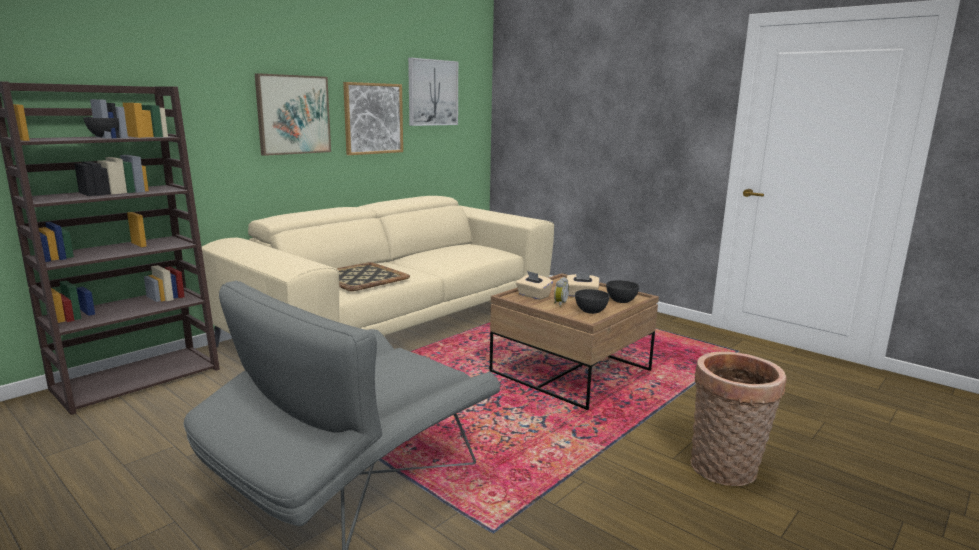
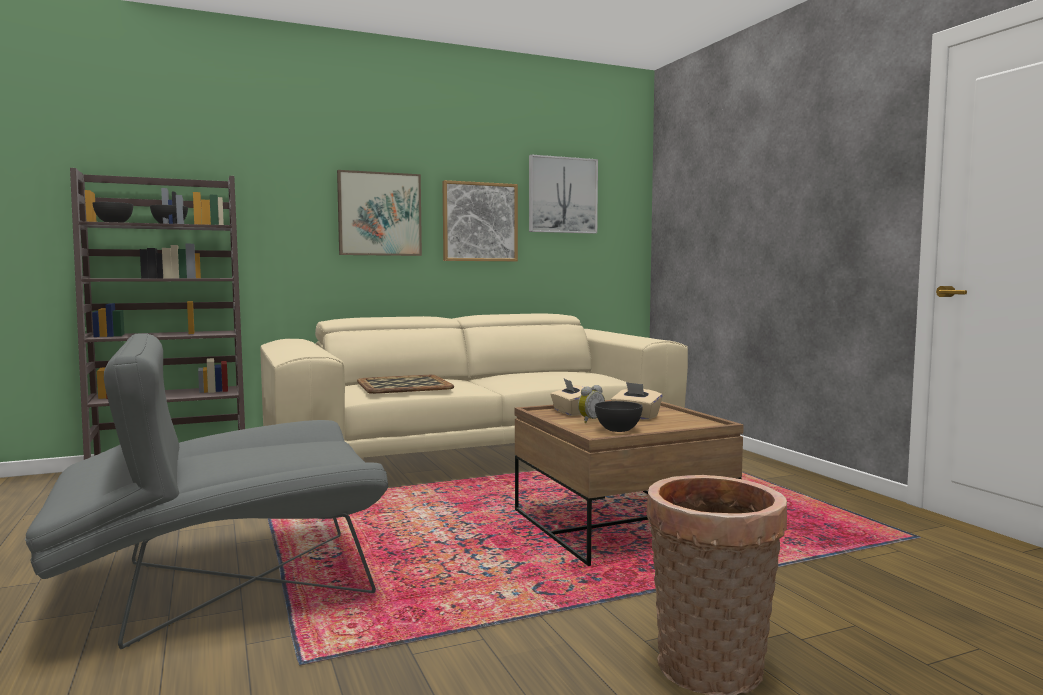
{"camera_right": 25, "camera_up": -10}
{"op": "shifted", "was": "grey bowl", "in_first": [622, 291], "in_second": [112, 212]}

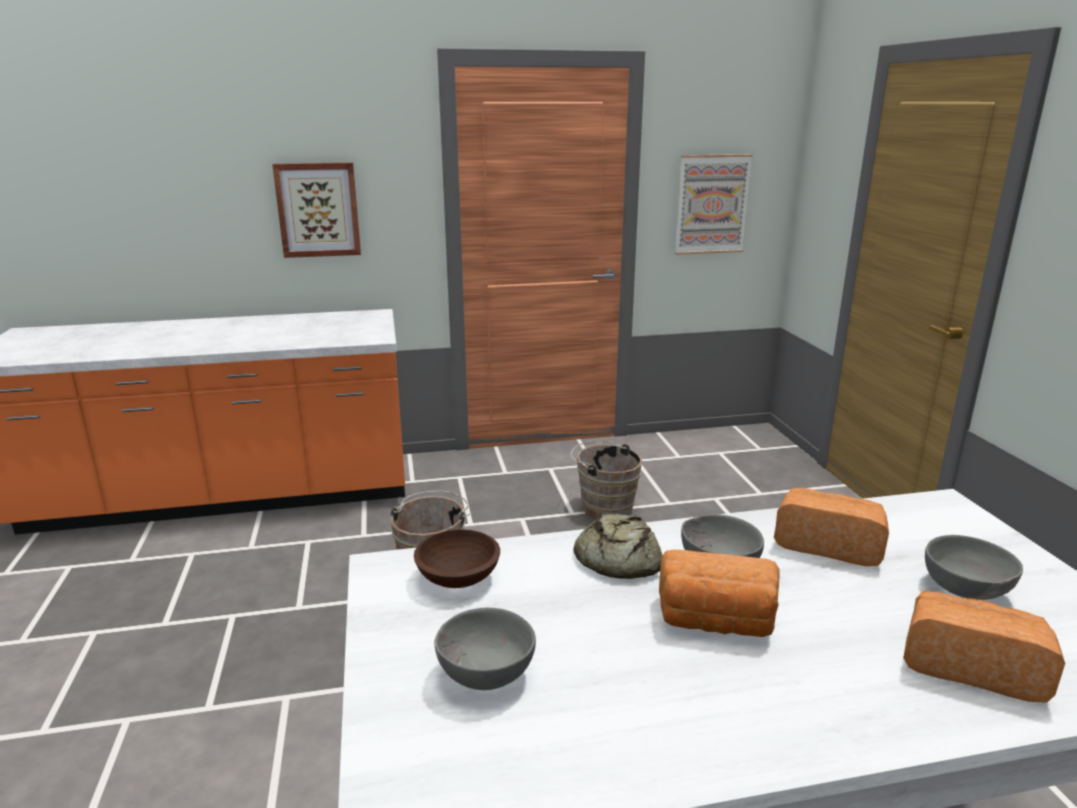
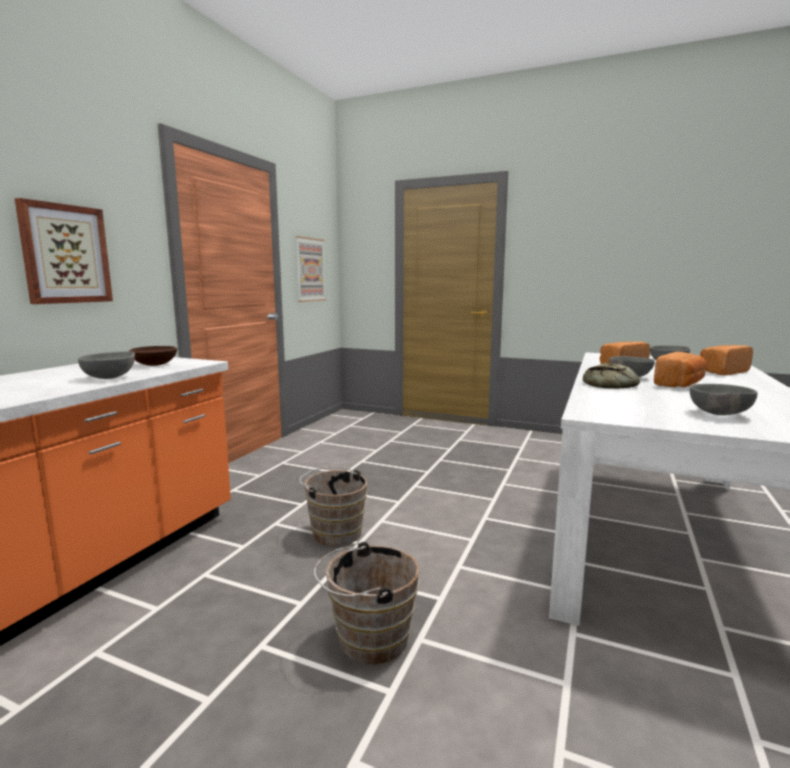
{"camera_right": -55, "camera_up": -10}
{"op": "shifted", "was": "brown bucket", "in_first": [606, 480], "in_second": [367, 603]}
{"op": "shifted", "was": "brown bowl", "in_first": [457, 558], "in_second": [153, 356]}
{"op": "new", "now": "grey bowl", "in_second": [106, 365]}

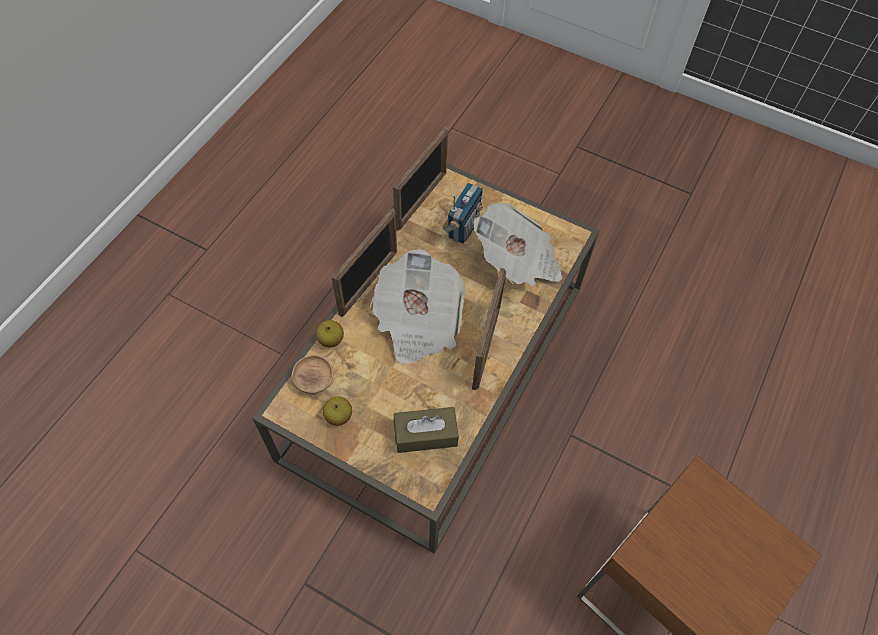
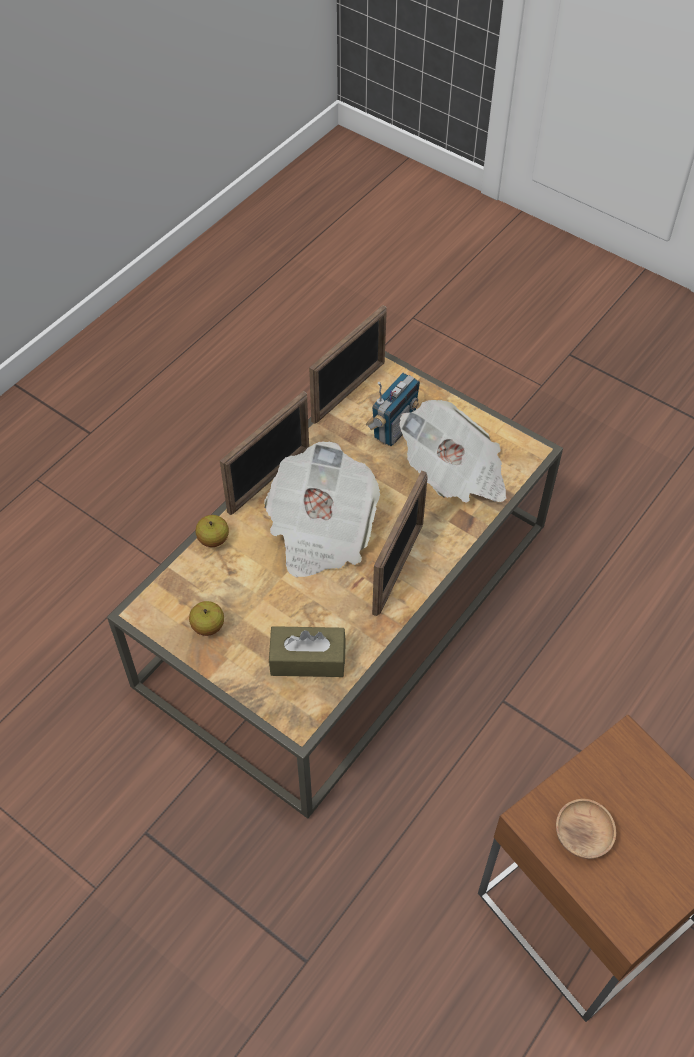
{"camera_right": 10, "camera_up": -5}
{"op": "shifted", "was": "brown bowl", "in_first": [313, 374], "in_second": [586, 829]}

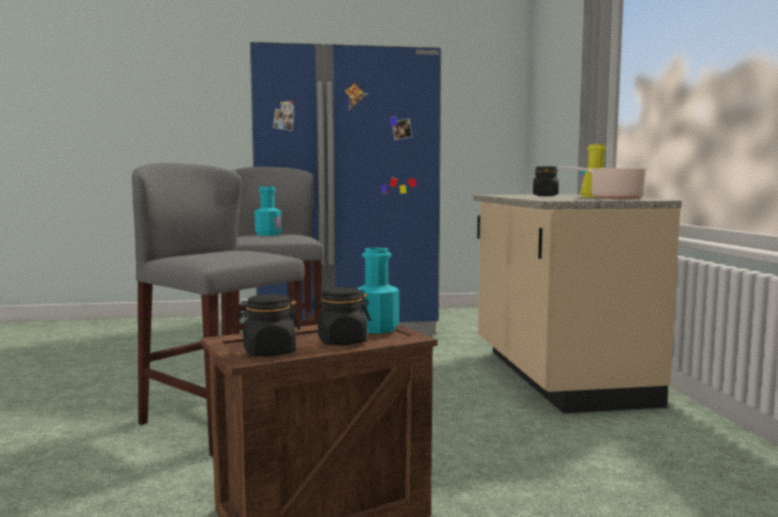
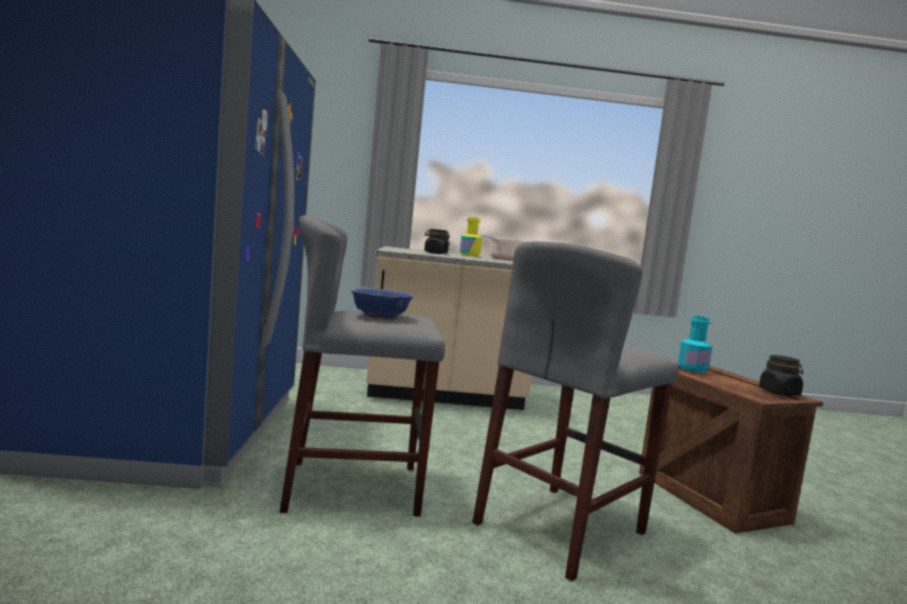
{"camera_right": -85, "camera_up": 0}
{"op": "swapped", "was": "turquoise bottle", "now": "blue bowl", "in_first": [268, 211], "in_second": [382, 303]}
{"op": "gone", "was": "black jar", "in_first": [341, 316]}

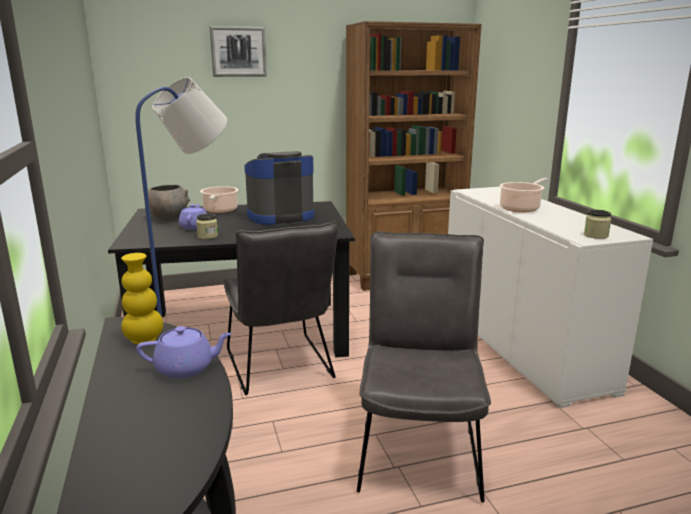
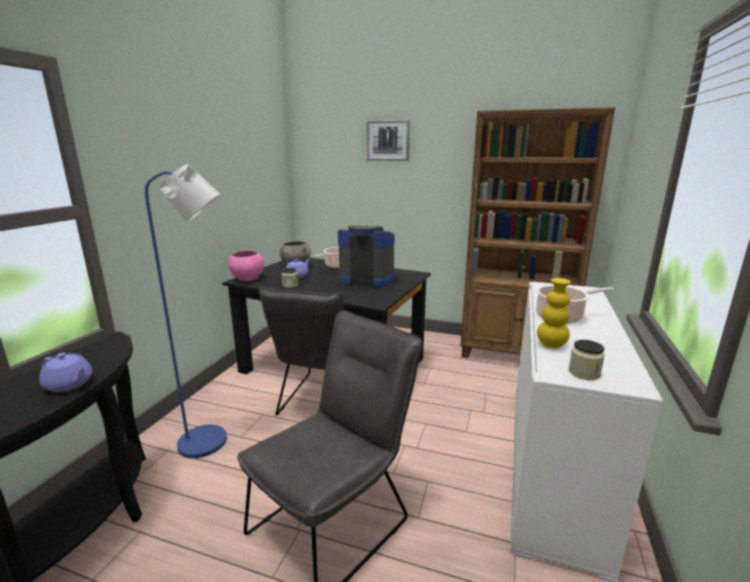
{"camera_right": 35, "camera_up": 0}
{"op": "shifted", "was": "yellow vase", "in_first": [142, 298], "in_second": [554, 313]}
{"op": "new", "now": "pink bowl", "in_second": [246, 265]}

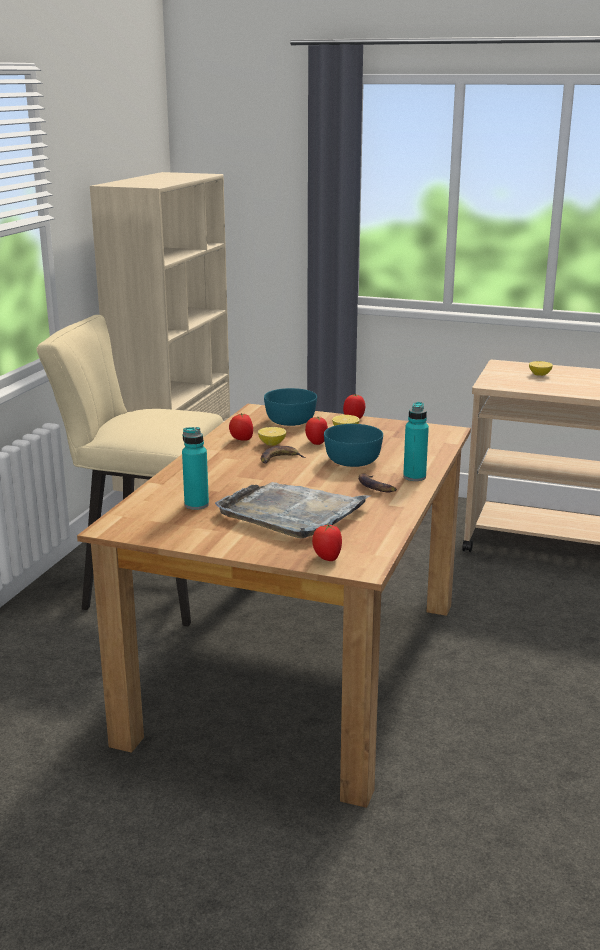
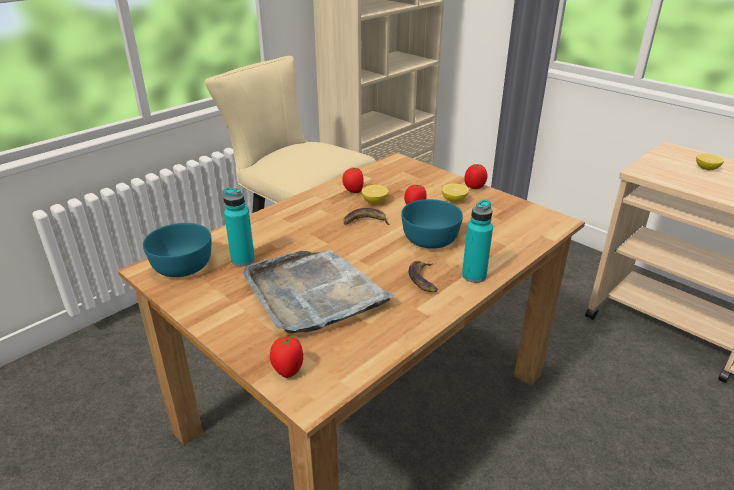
{"camera_right": 25, "camera_up": 10}
{"op": "shifted", "was": "turquoise bowl", "in_first": [290, 407], "in_second": [177, 250]}

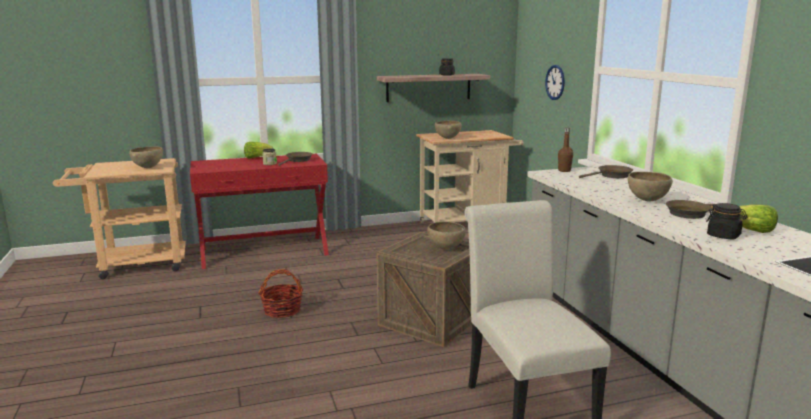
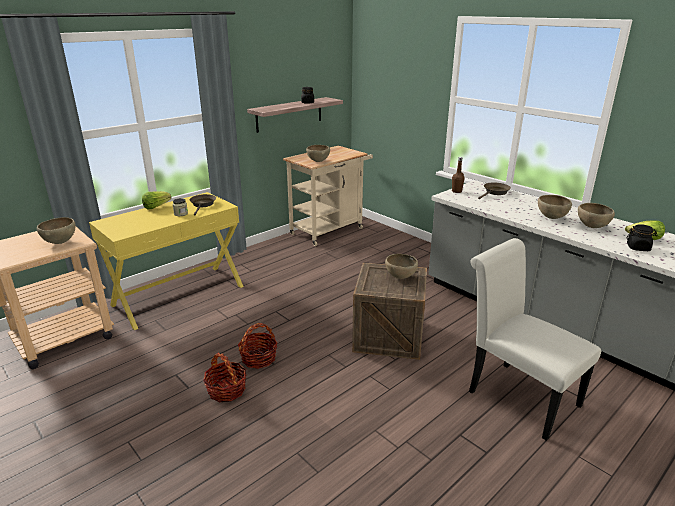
{"camera_right": -25, "camera_up": 10}
{"op": "gone", "was": "wall clock", "in_first": [555, 82]}
{"op": "repainted", "was": "red console table", "now": "yellow console table", "in_first": [259, 211], "in_second": [166, 261]}
{"op": "swapped", "was": "brown frying pan", "now": "brown bowl", "in_first": [690, 209], "in_second": [596, 215]}
{"op": "new", "now": "basket", "in_second": [224, 377]}

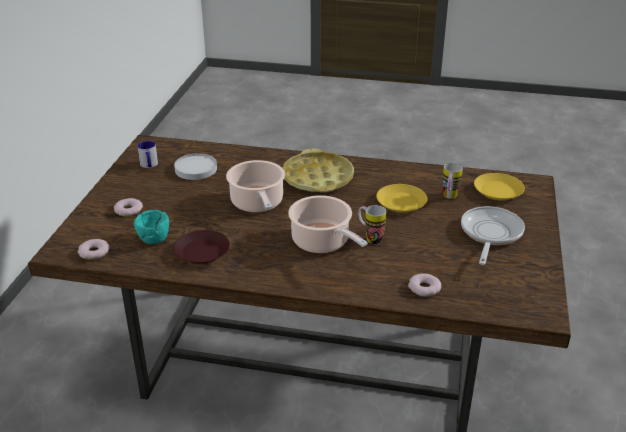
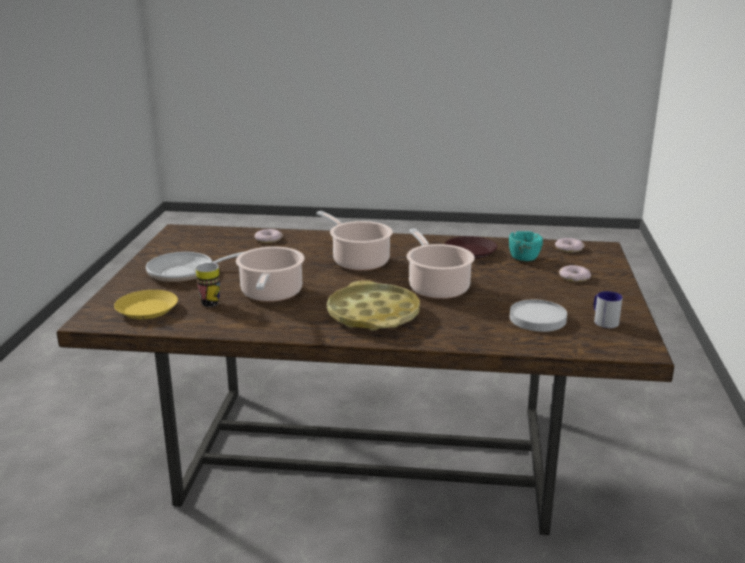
{"camera_right": 175, "camera_up": -10}
{"op": "swapped", "was": "yellow plate", "now": "cooking pot", "in_first": [402, 198], "in_second": [270, 274]}
{"op": "gone", "was": "mug", "in_first": [372, 224]}
{"op": "rotated", "was": "frying pan", "in_first": [493, 235], "in_second": [196, 267], "clockwise": 60}

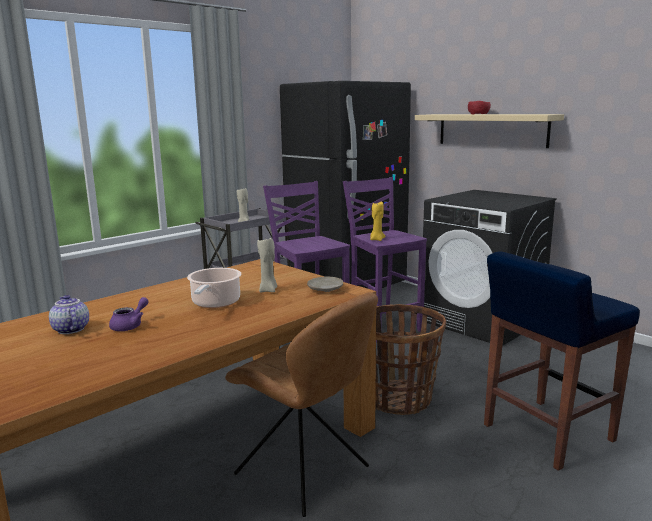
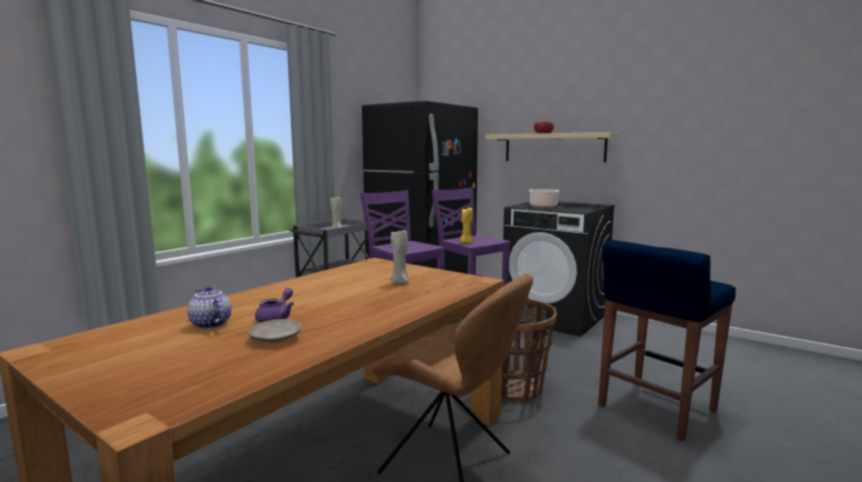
{"camera_right": -10, "camera_up": -5}
{"op": "shifted", "was": "cooking pot", "in_first": [214, 288], "in_second": [544, 198]}
{"op": "shifted", "was": "beige plate", "in_first": [325, 284], "in_second": [274, 331]}

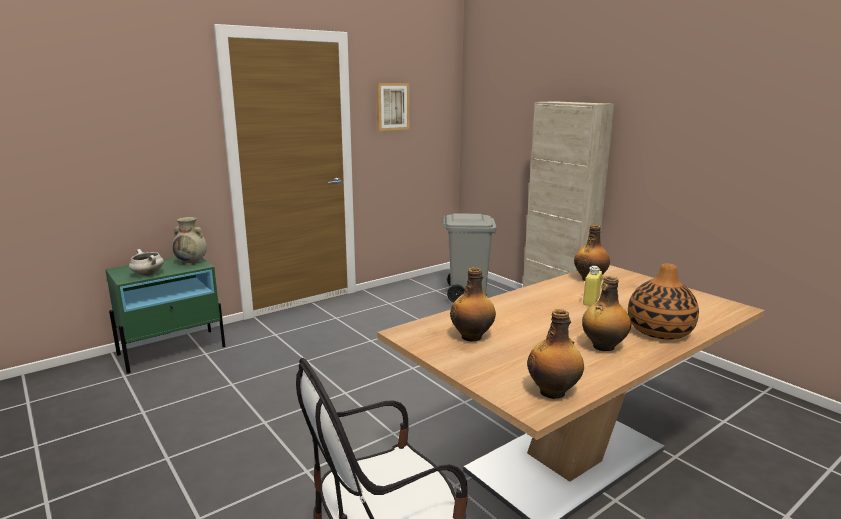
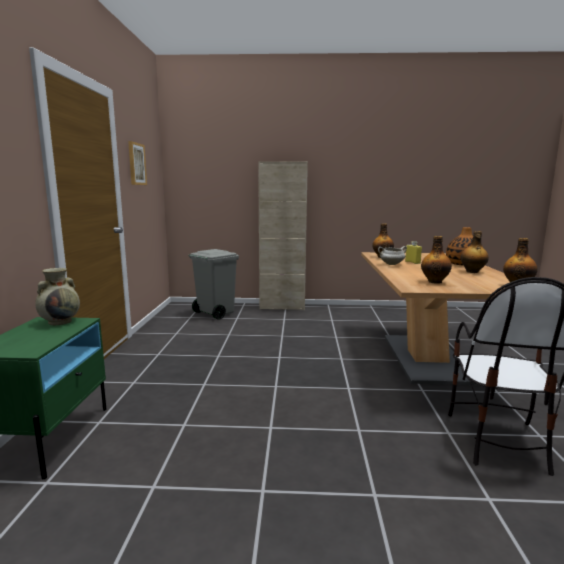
{"camera_right": -50, "camera_up": -5}
{"op": "shifted", "was": "white cooking pot", "in_first": [146, 262], "in_second": [392, 255]}

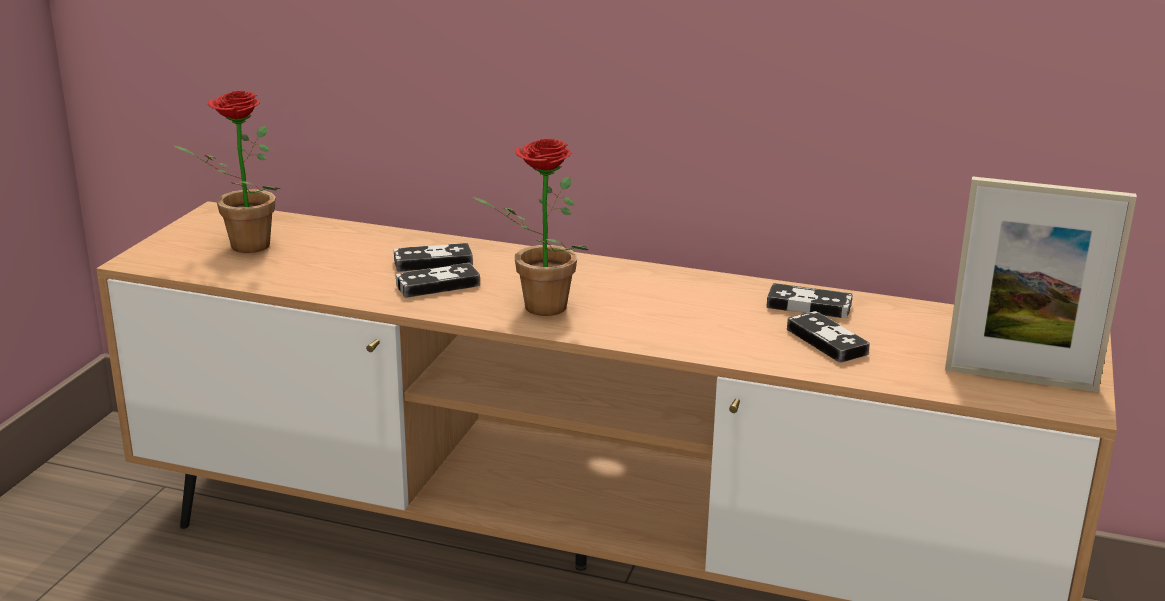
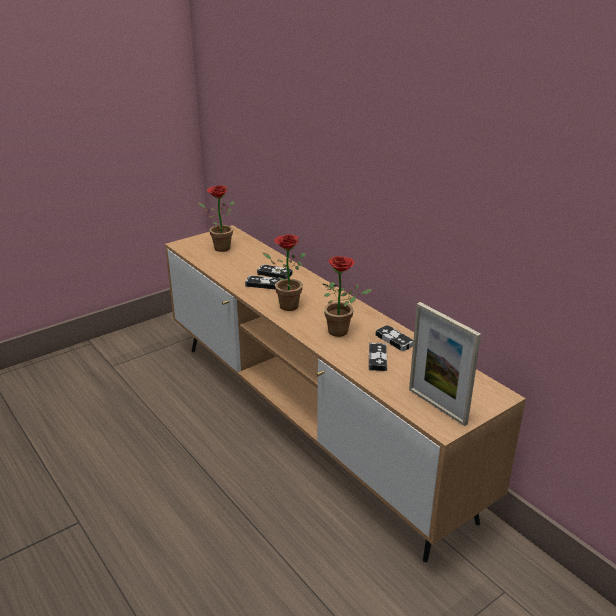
{"camera_right": 35, "camera_up": 5}
{"op": "new", "now": "potted plant", "in_second": [347, 296]}

